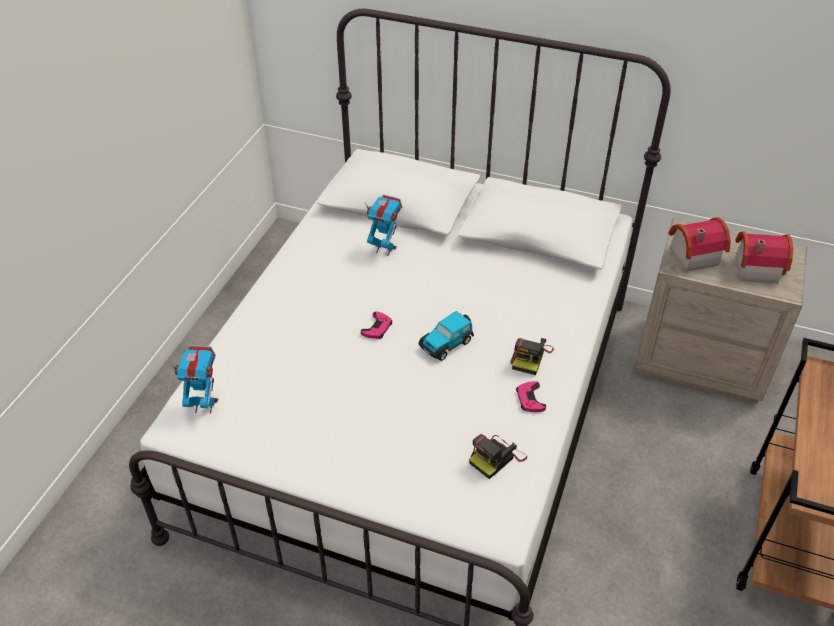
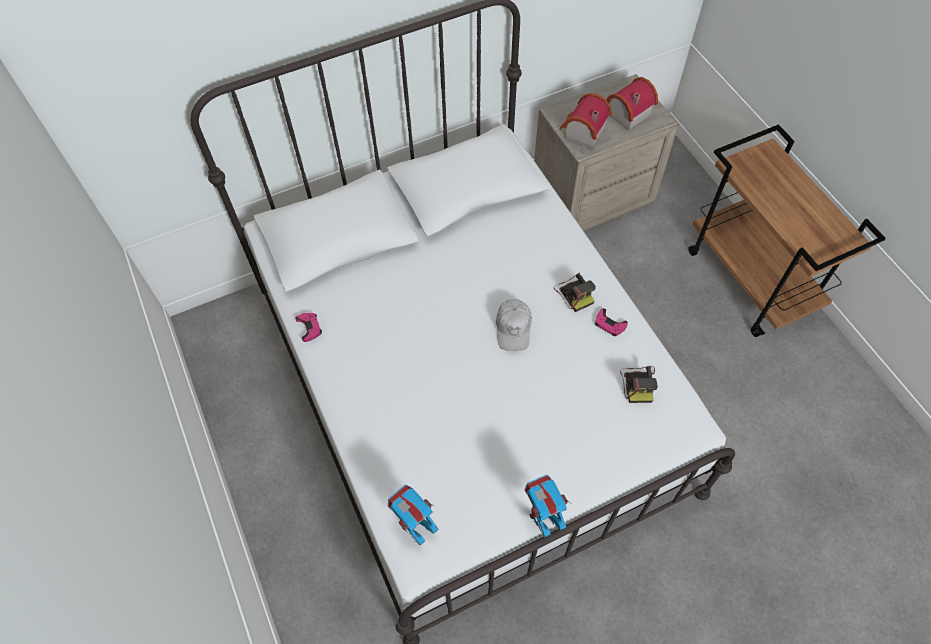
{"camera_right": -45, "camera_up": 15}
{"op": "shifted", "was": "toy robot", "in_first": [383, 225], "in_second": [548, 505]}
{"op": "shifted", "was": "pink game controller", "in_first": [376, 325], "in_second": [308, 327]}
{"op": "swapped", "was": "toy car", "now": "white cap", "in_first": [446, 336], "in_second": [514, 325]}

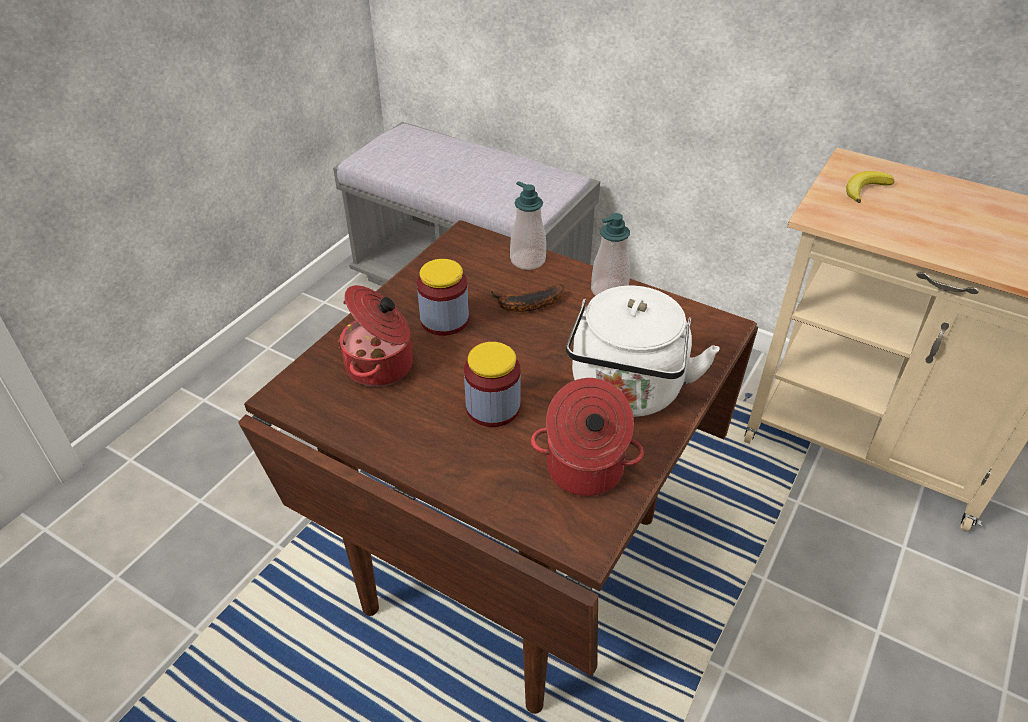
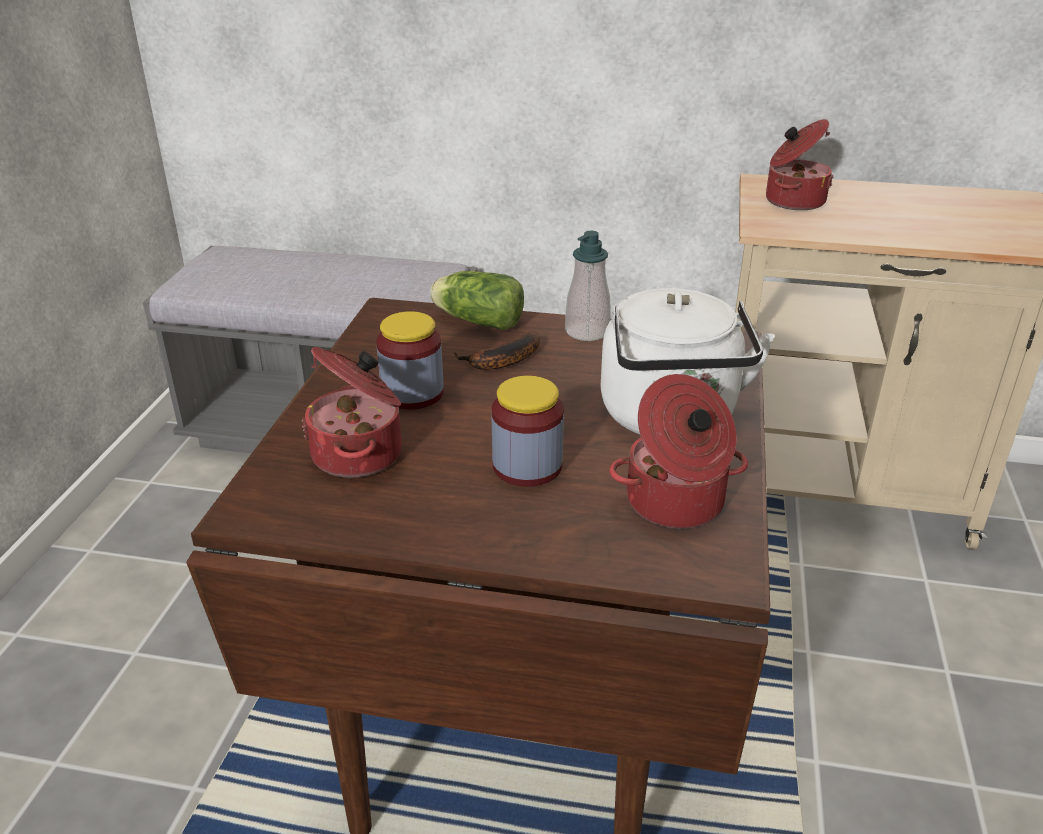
{"camera_right": -20, "camera_up": -10}
{"op": "swapped", "was": "banana", "now": "cooking pot", "in_first": [870, 187], "in_second": [800, 164]}
{"op": "swapped", "was": "soap dispenser", "now": "lettuce", "in_first": [528, 225], "in_second": [477, 300]}

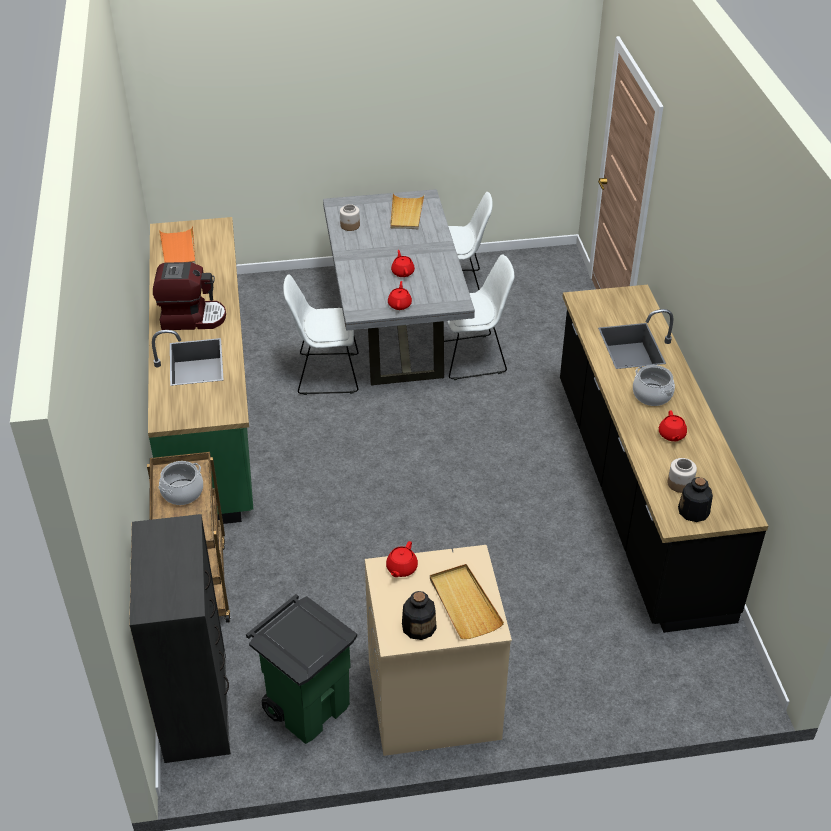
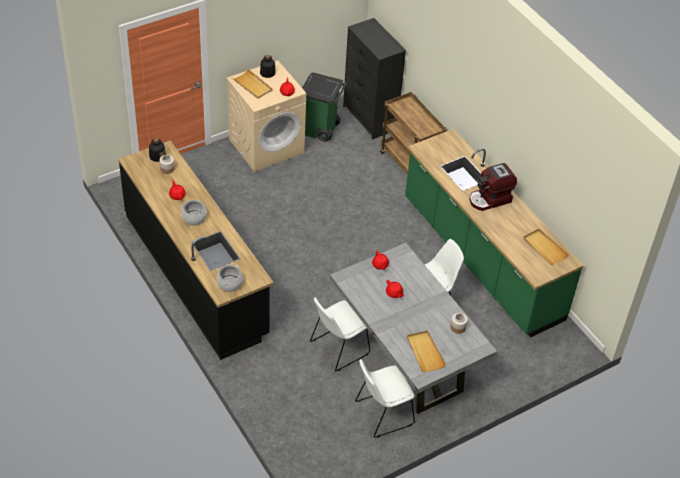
{"camera_right": 155, "camera_up": 5}
{"op": "repainted", "was": "orange tray", "now": "beige tray", "in_first": [177, 245], "in_second": [546, 247]}
{"op": "shifted", "was": "cooking pot", "in_first": [180, 483], "in_second": [230, 278]}

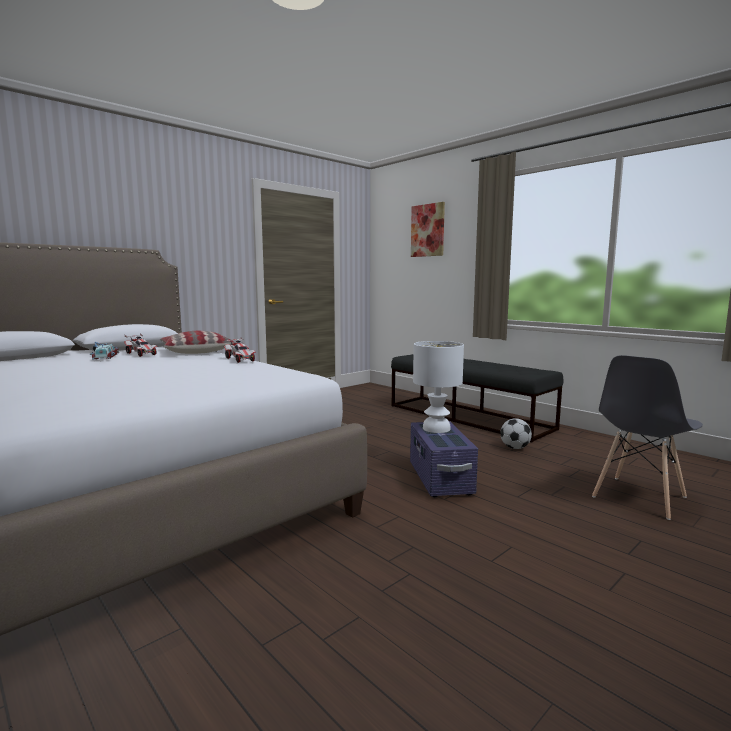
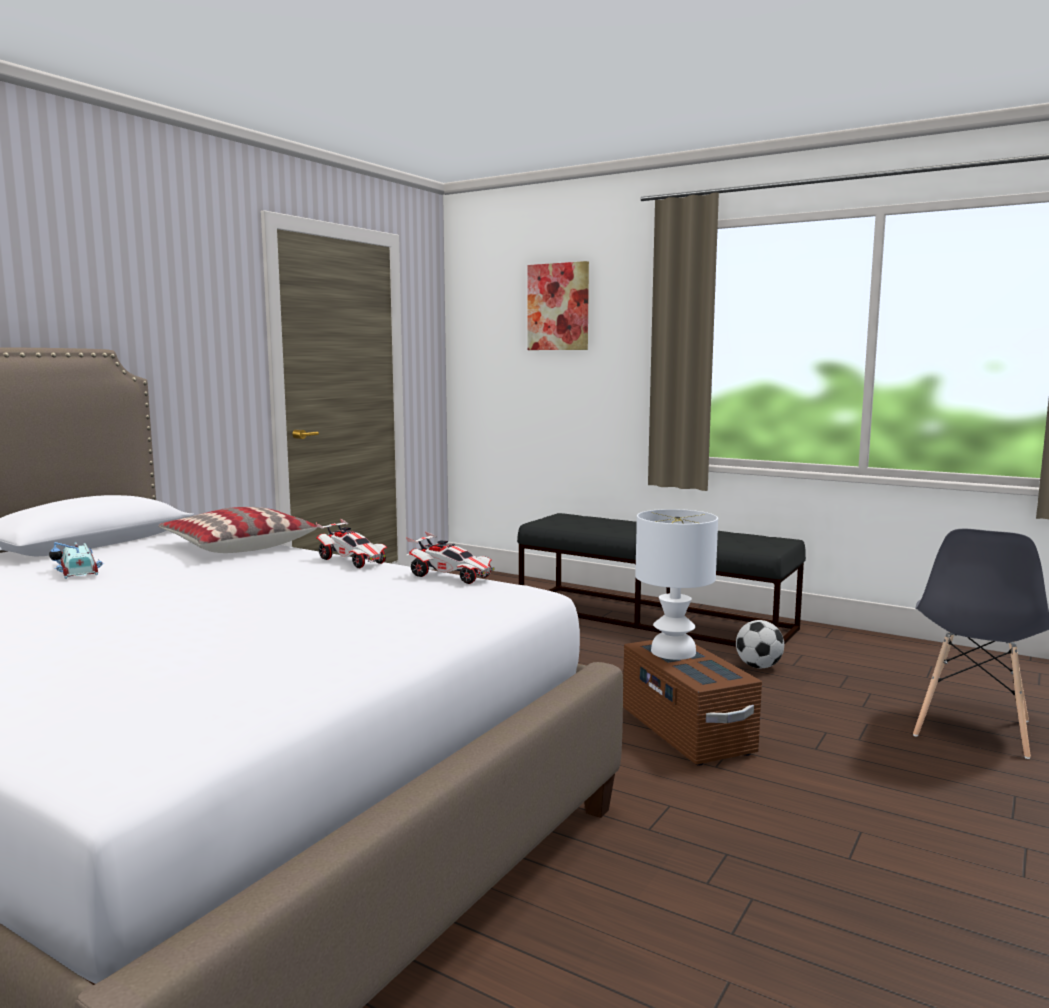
{"camera_right": -15, "camera_up": 0}
{"op": "shifted", "was": "toy car", "in_first": [140, 345], "in_second": [450, 558]}
{"op": "repainted", "was": "purple storage box", "now": "brown storage box", "in_first": [444, 459], "in_second": [692, 703]}

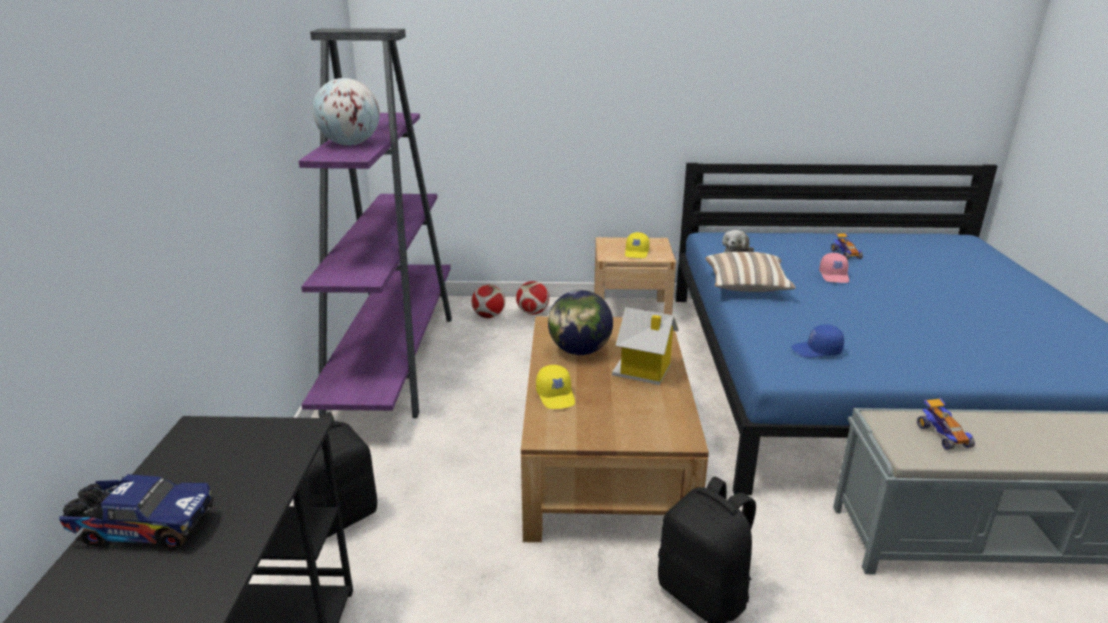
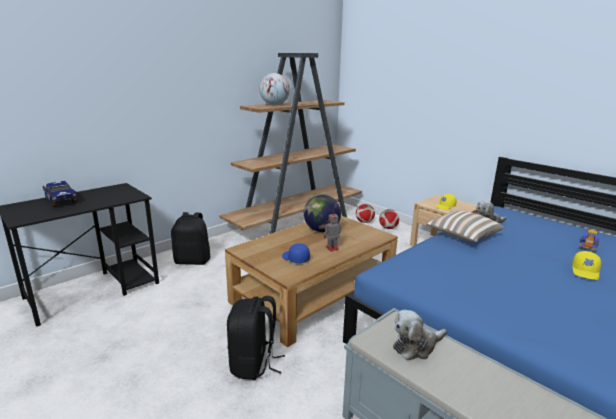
{"camera_right": 45, "camera_up": -5}
{"op": "repainted", "was": "purple bookcase", "now": "brown bookcase", "in_first": [375, 223], "in_second": [290, 143]}
{"op": "gone", "was": "pink cap", "in_first": [834, 268]}
{"op": "swapped", "was": "toy house", "now": "toy robot", "in_first": [645, 346], "in_second": [332, 233]}
{"op": "shifted", "was": "blue cap", "in_first": [817, 341], "in_second": [296, 253]}
{"op": "shifted", "was": "yellow cap", "in_first": [555, 387], "in_second": [586, 265]}
{"op": "swapped", "was": "toy car", "now": "plush toy", "in_first": [946, 424], "in_second": [420, 335]}

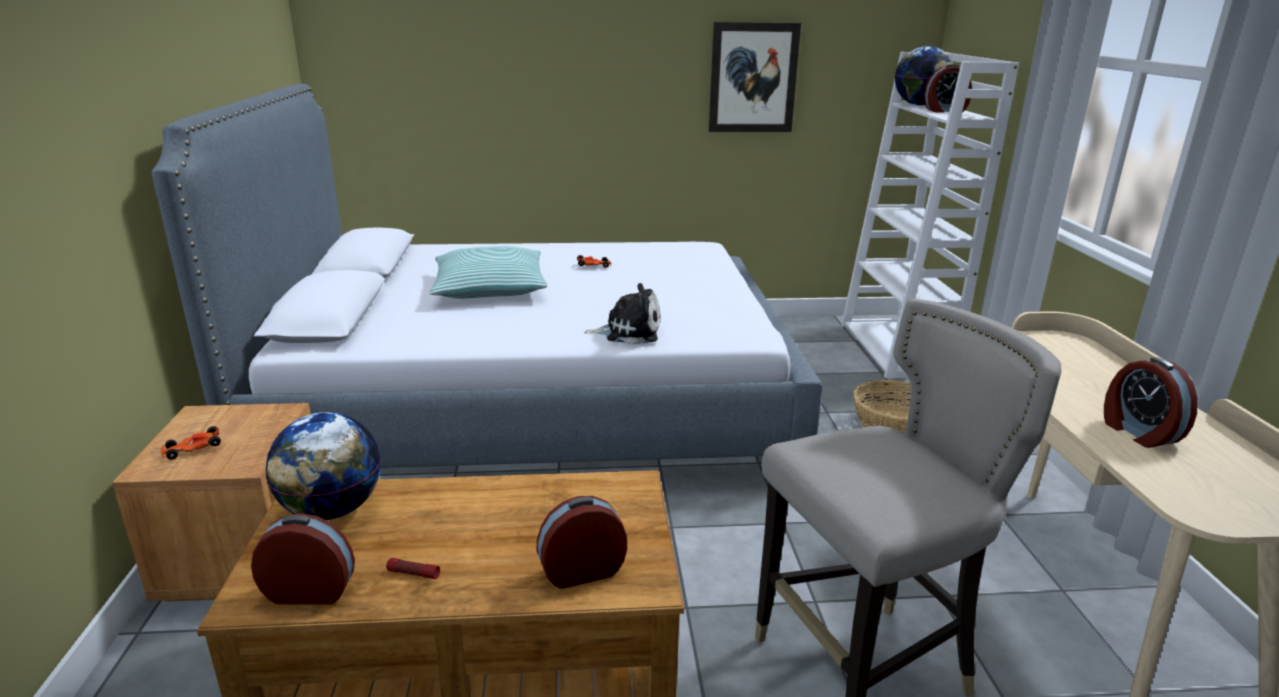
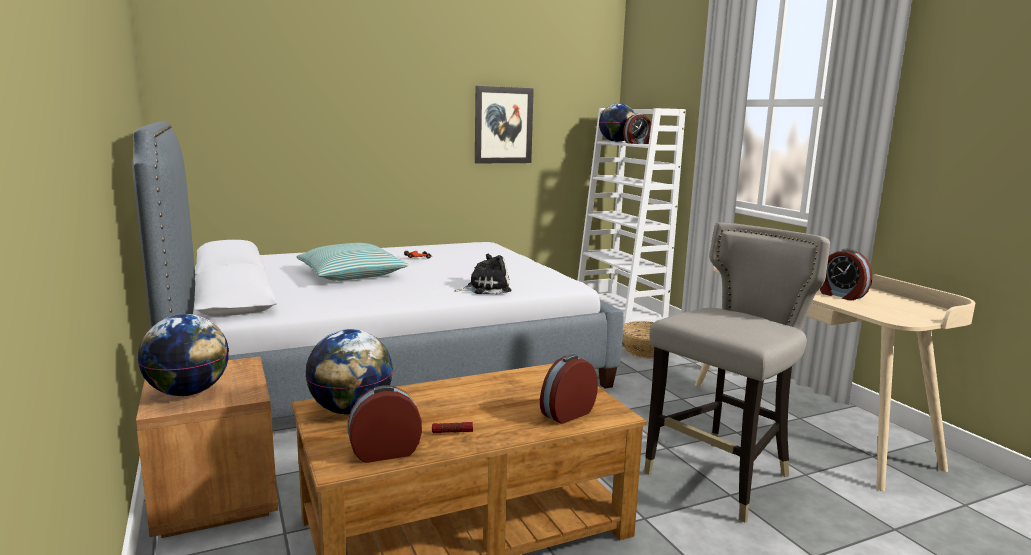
{"camera_right": -20, "camera_up": -10}
{"op": "swapped", "was": "toy car", "now": "globe", "in_first": [191, 443], "in_second": [183, 355]}

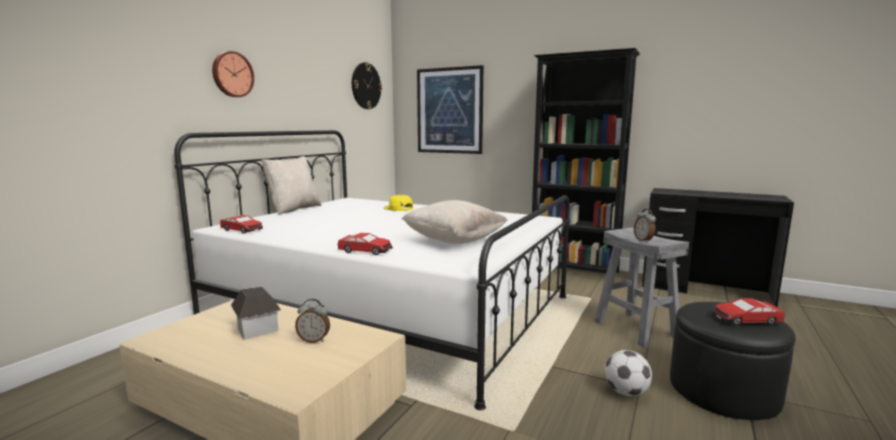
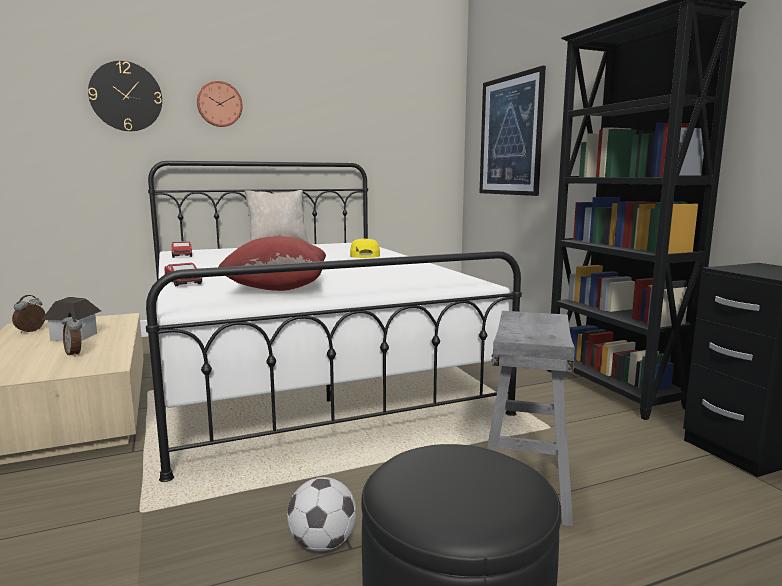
{"camera_right": 40, "camera_up": 0}
{"op": "shifted", "was": "wall clock", "in_first": [367, 85], "in_second": [125, 96]}
{"op": "repainted", "was": "beige pillow", "now": "red pillow", "in_first": [455, 222], "in_second": [272, 263]}
{"op": "shifted", "was": "alarm clock", "in_first": [645, 226], "in_second": [28, 314]}
{"op": "gone", "was": "toy car", "in_first": [748, 312]}

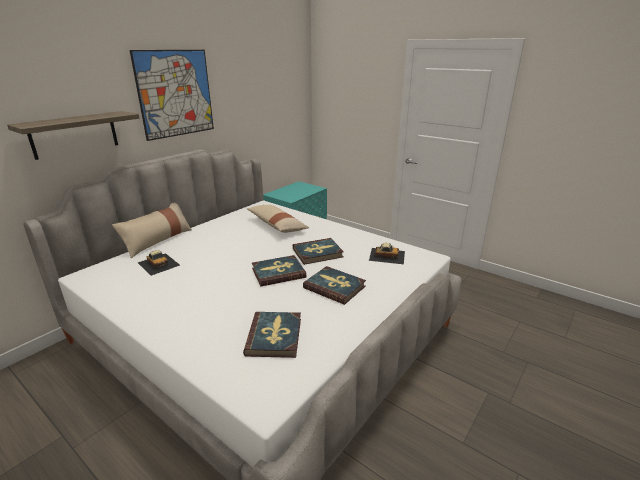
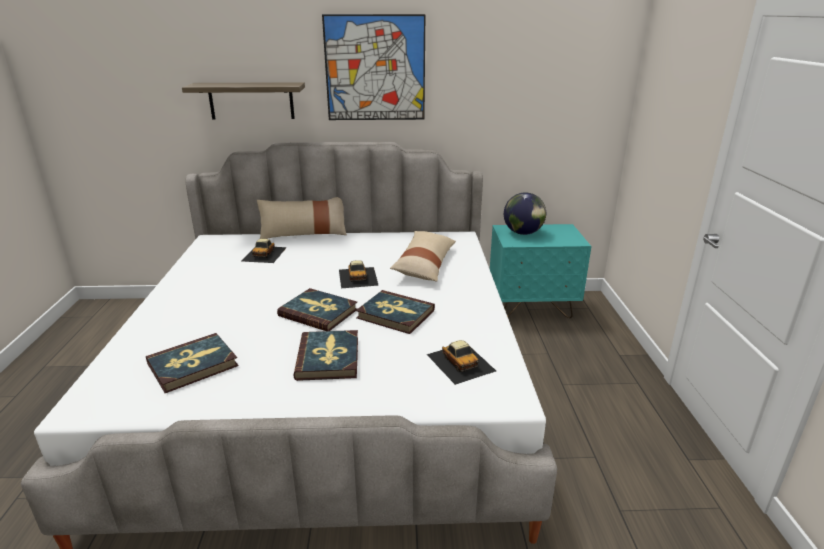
{"camera_right": 50, "camera_up": 0}
{"op": "new", "now": "globe", "in_second": [525, 213]}
{"op": "new", "now": "toy car", "in_second": [359, 274]}

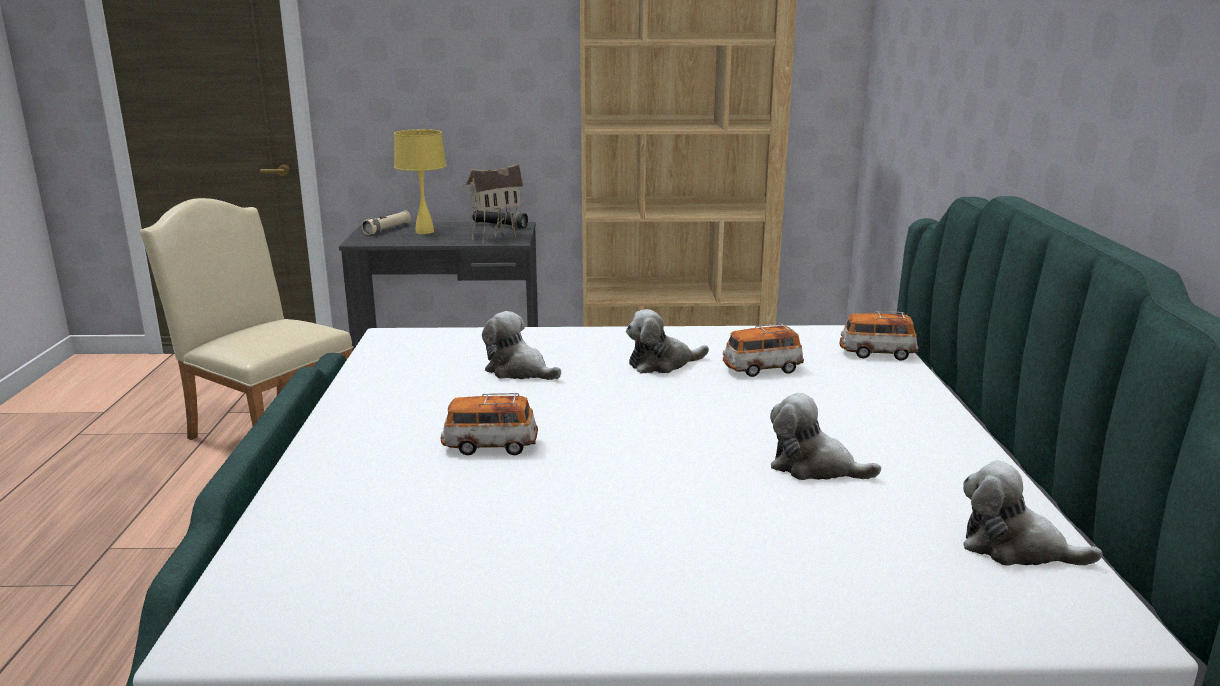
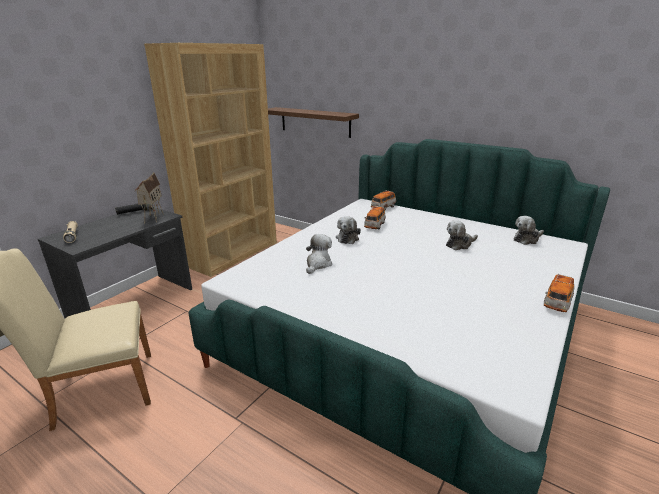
{"camera_right": -55, "camera_up": 5}
{"op": "gone", "was": "yellow table lamp", "in_first": [420, 181]}
{"op": "rotated", "was": "plush toy", "in_first": [521, 345], "in_second": [319, 254], "clockwise": 135}
{"op": "shifted", "was": "toy car", "in_first": [489, 424], "in_second": [559, 293]}
{"op": "new", "now": "brown shelf", "in_second": [313, 122]}

